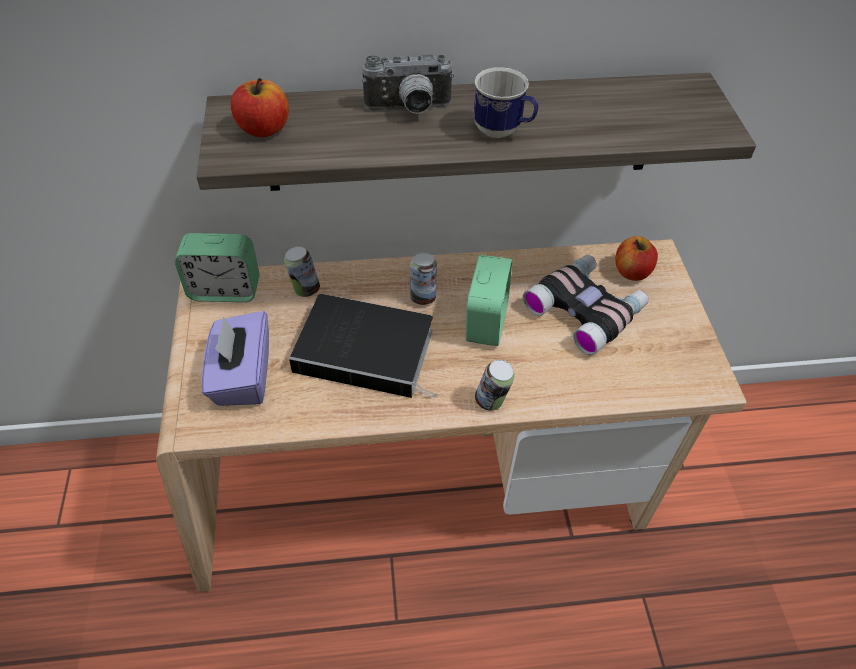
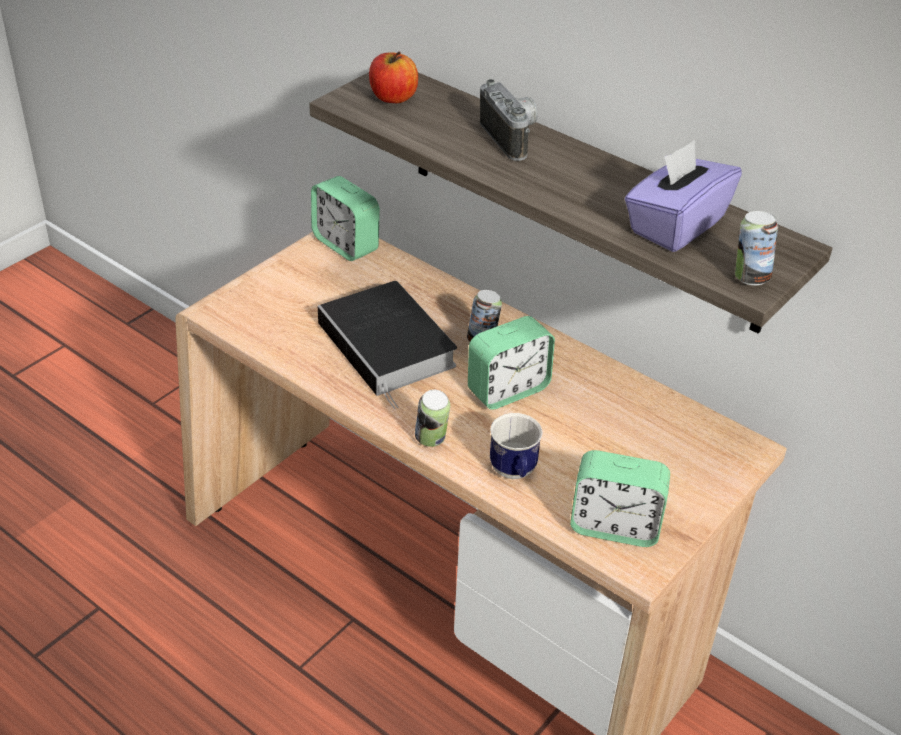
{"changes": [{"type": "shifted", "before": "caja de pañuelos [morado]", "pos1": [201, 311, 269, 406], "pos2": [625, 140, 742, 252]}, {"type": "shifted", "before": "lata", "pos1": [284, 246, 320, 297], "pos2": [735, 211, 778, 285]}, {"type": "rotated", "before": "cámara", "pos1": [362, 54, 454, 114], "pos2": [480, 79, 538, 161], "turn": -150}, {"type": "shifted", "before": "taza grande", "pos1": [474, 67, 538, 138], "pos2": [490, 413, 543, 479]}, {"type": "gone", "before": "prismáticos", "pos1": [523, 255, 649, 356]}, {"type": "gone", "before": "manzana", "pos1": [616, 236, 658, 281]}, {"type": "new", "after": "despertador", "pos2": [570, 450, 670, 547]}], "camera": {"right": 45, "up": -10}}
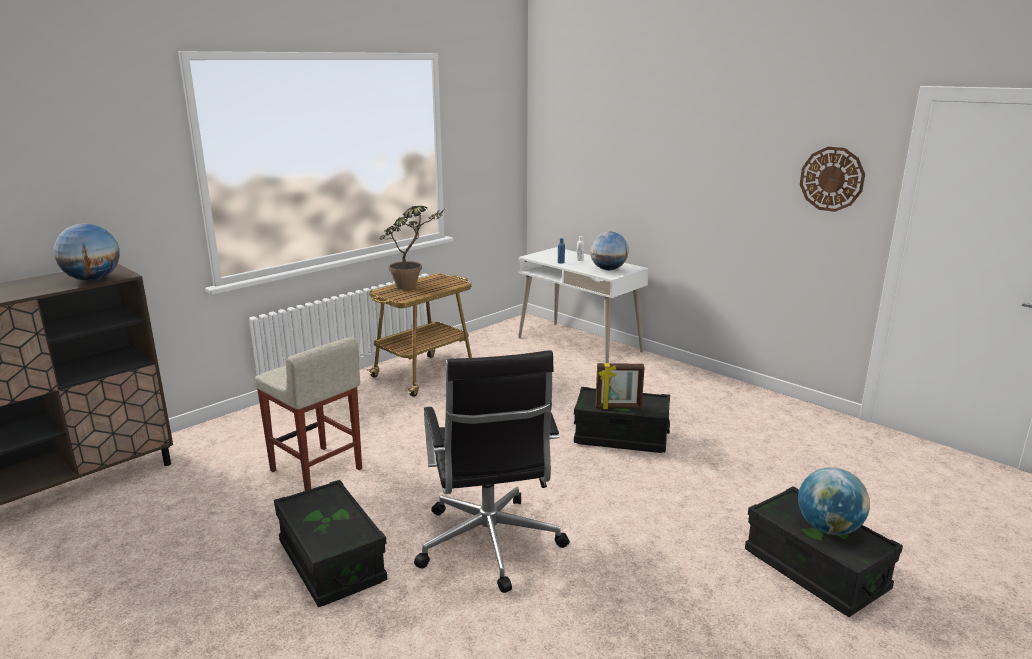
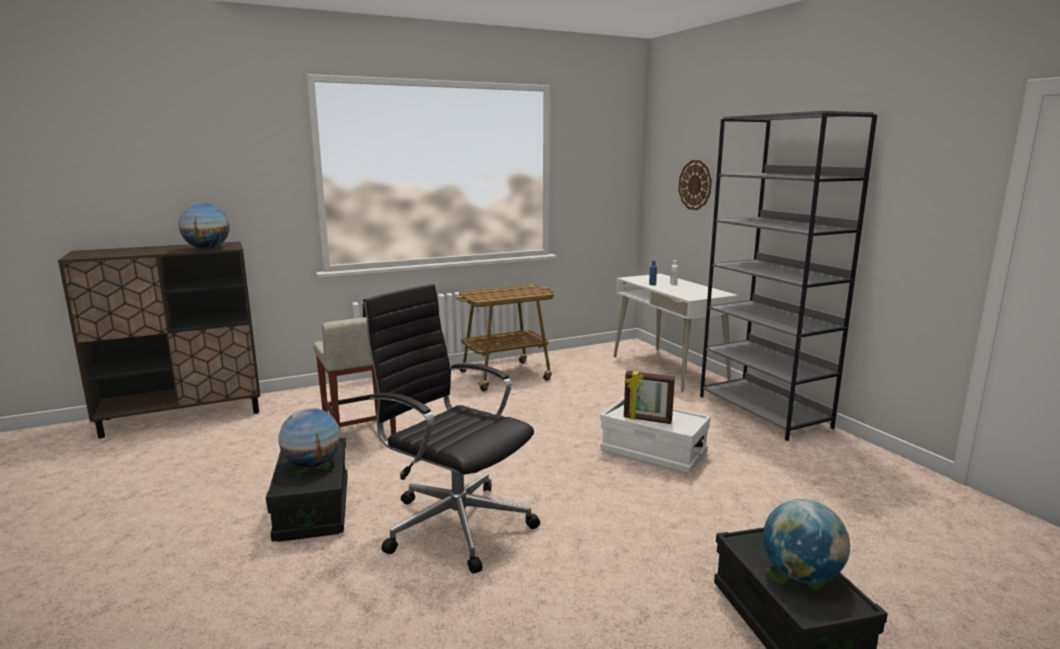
{"changes": [{"type": "gone", "before": "planta en maceta", "pos1": [379, 206, 444, 289]}, {"type": "rotated", "before": "silla de oficina [negro]", "pos1": [414, 350, 570, 593], "pos2": [363, 284, 540, 573], "turn": 120}, {"type": "repainted", "before": "caja de almacenaje [negro]", "after": "caja de almacenaje [blanco]", "pos1": [574, 387, 670, 453], "pos2": [600, 397, 711, 474]}, {"type": "shifted", "before": "globo terráqueo", "pos1": [590, 232, 629, 270], "pos2": [279, 408, 341, 468]}, {"type": "shifted", "before": "reloj de pared", "pos1": [800, 147, 865, 212], "pos2": [679, 160, 712, 210]}, {"type": "new", "after": "estantería [gris]", "pos2": [700, 111, 877, 441]}], "camera": {"right": 20, "up": -5}}
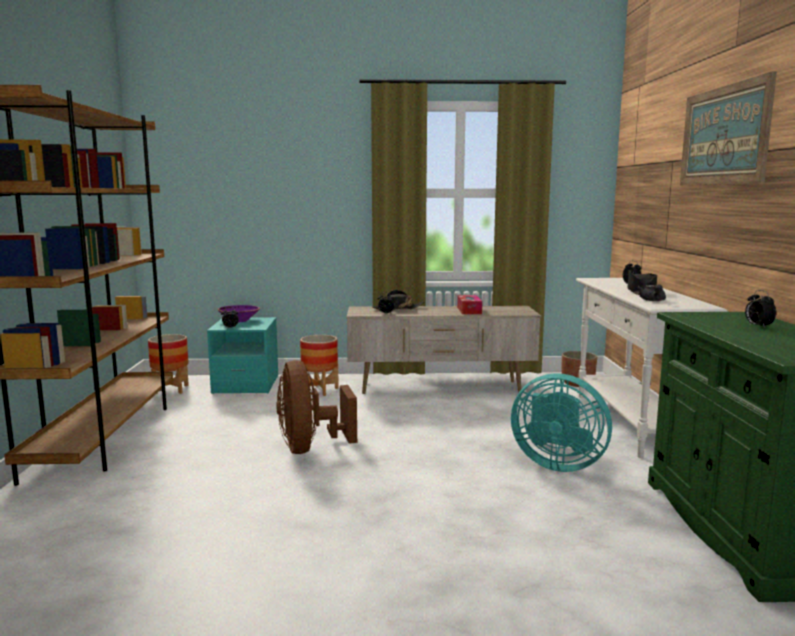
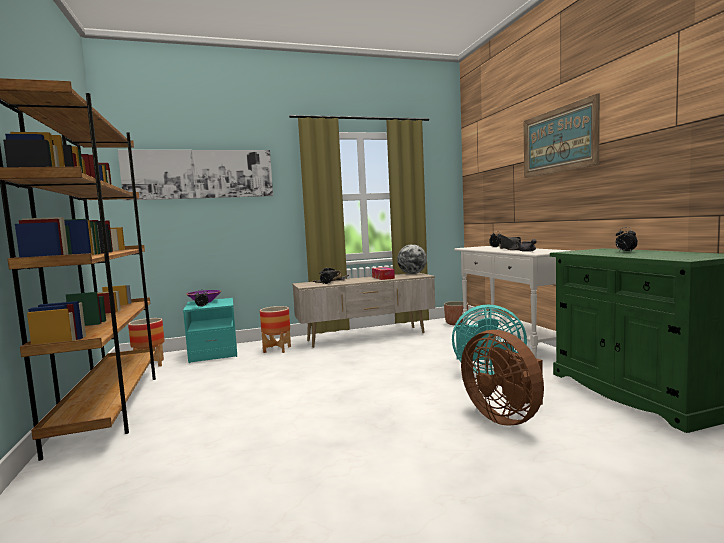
{"changes": [{"type": "shifted", "before": "ventilador [marrón]", "pos1": [276, 360, 357, 454], "pos2": [461, 330, 544, 426]}, {"type": "new", "after": "cuadro", "pos2": [118, 150, 273, 201]}, {"type": "new", "after": "globo terráqueo", "pos2": [397, 244, 427, 274]}], "camera": {"right": -15, "up": -5}}
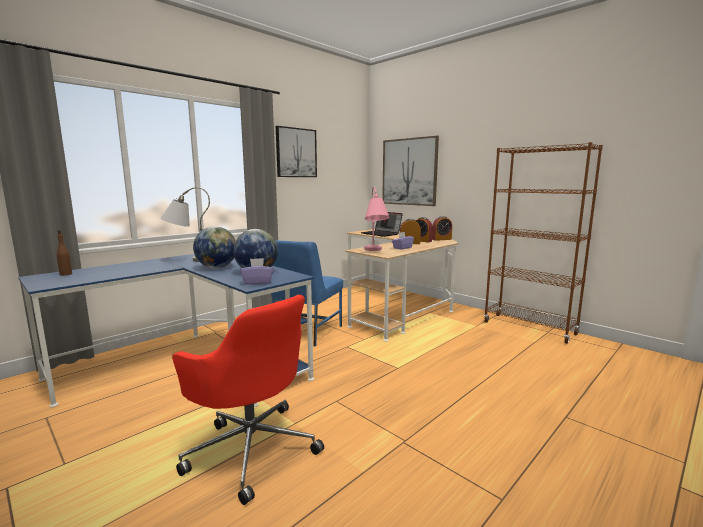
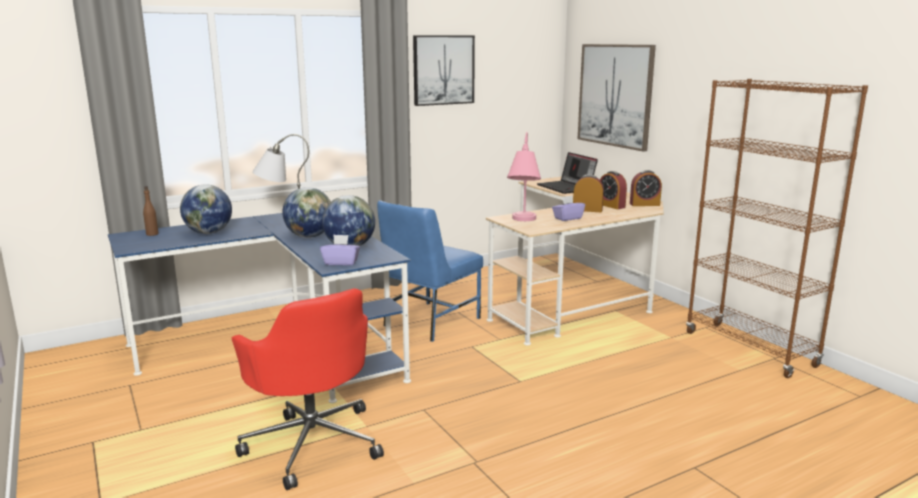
{"changes": [{"type": "new", "after": "globo terráqueo", "pos2": [180, 184, 232, 234]}], "camera": {"right": 15, "up": 5}}
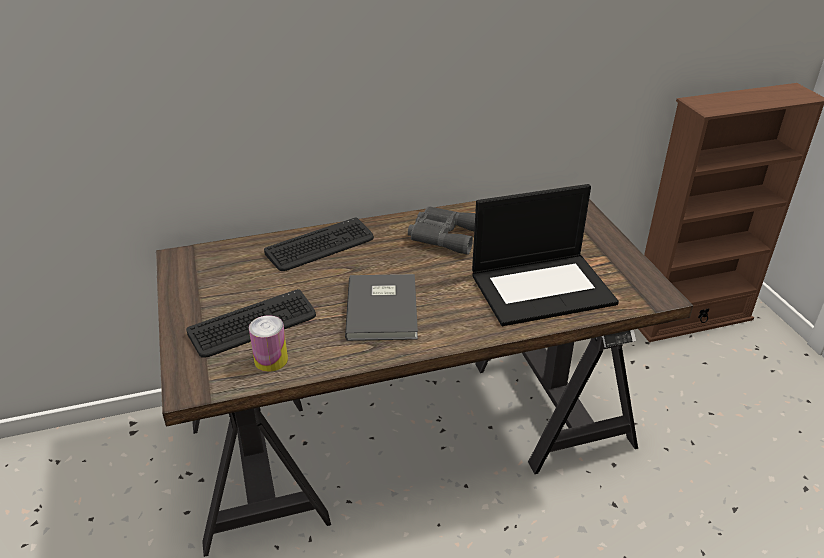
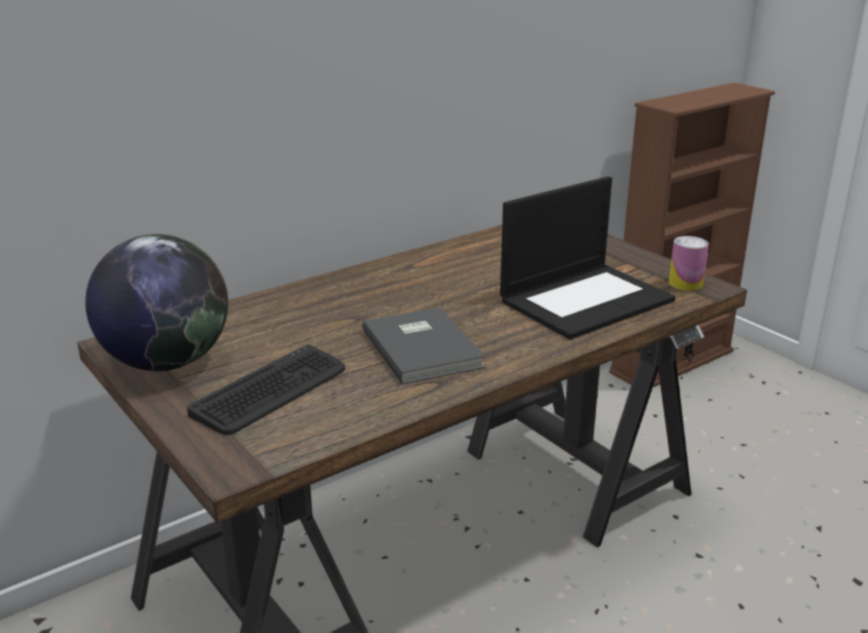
{"changes": [{"type": "shifted", "before": "lata", "pos1": [249, 315, 288, 372], "pos2": [669, 236, 709, 291]}, {"type": "gone", "before": "teclado", "pos1": [264, 218, 374, 271]}, {"type": "gone", "before": "prismáticos [gris]", "pos1": [408, 206, 475, 255]}, {"type": "new", "after": "globo terráqueo", "pos2": [85, 234, 228, 371]}], "camera": {"right": -20, "up": -10}}
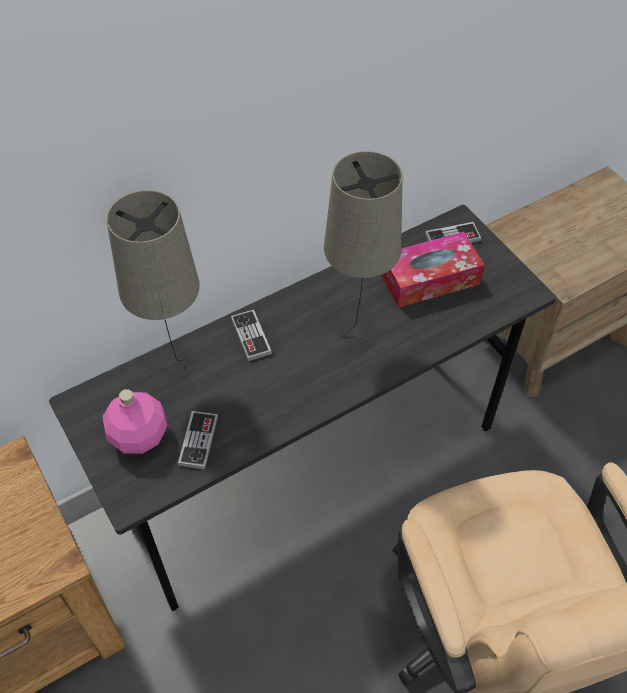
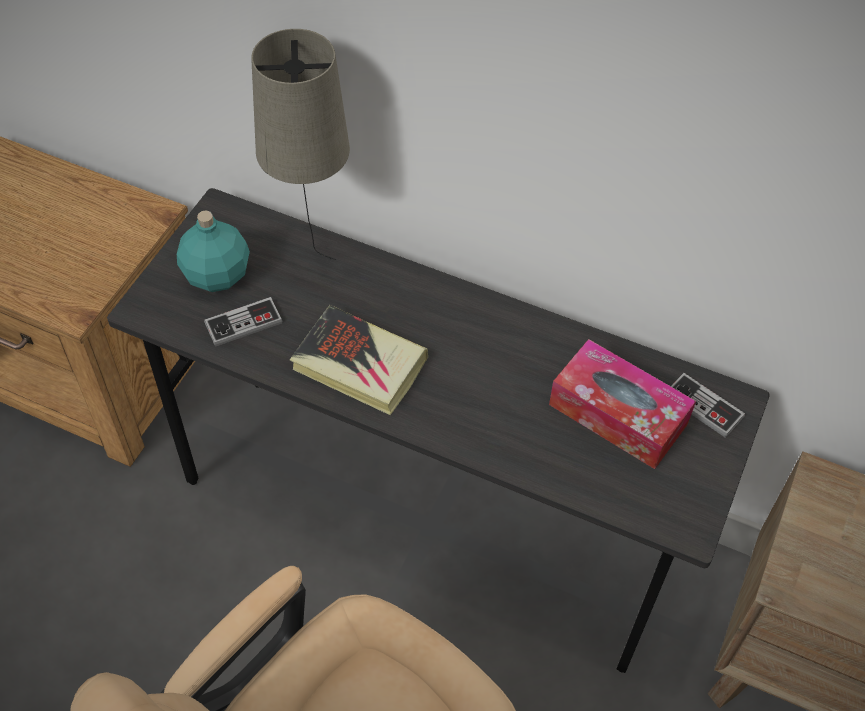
{"changes": [{"type": "repainted", "before": "botella [rosa]", "after": "botella [turquesa]", "pos1": [103, 389, 167, 454], "pos2": [177, 210, 250, 292]}, {"type": "gone", "before": "mando de consola", "pos1": [231, 309, 272, 361]}, {"type": "gone", "before": "lámpara de mesa [beis]", "pos1": [324, 151, 403, 337]}, {"type": "new", "after": "libro", "pos2": [290, 305, 428, 415]}], "camera": {"right": 55, "up": 0}}
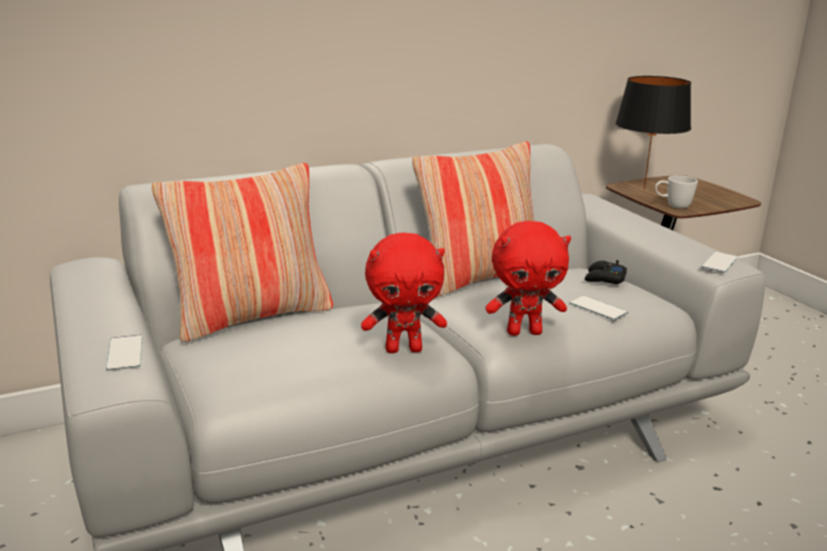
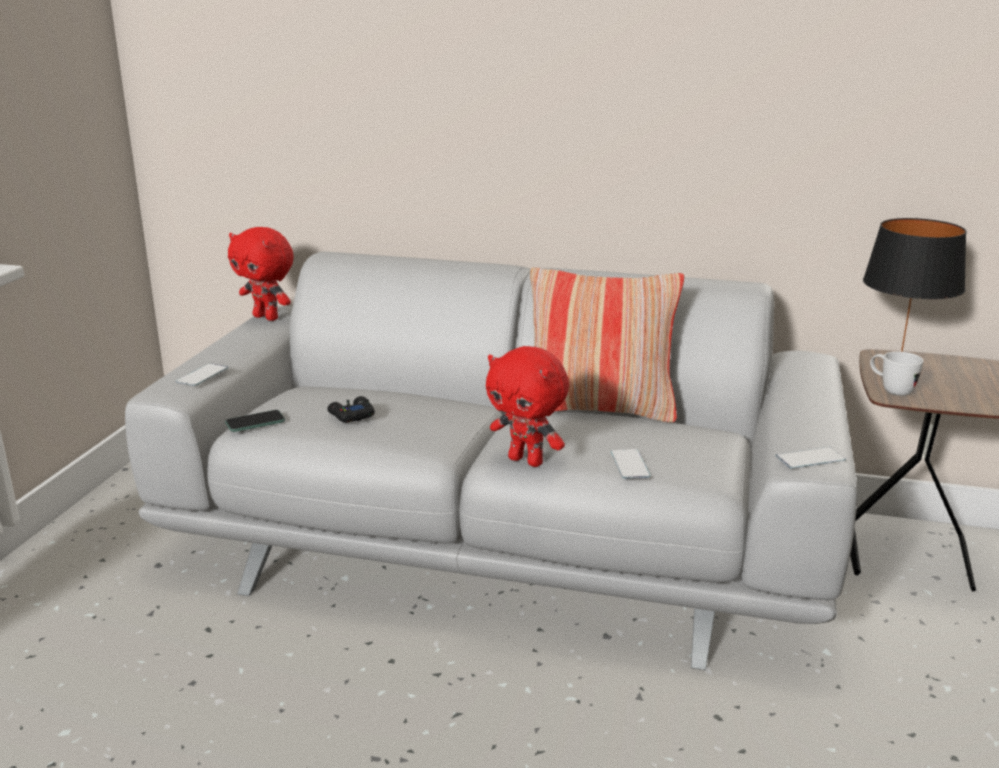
{"changes": [{"type": "gone", "before": "cojín", "pos1": [152, 163, 333, 343]}, {"type": "shifted", "before": "peluche [rojo]", "pos1": [361, 232, 447, 353], "pos2": [228, 227, 294, 321]}, {"type": "shifted", "before": "mando de consola [negro]", "pos1": [585, 260, 627, 284], "pos2": [327, 396, 375, 423]}, {"type": "new", "after": "móvil", "pos2": [225, 410, 285, 432]}], "camera": {"right": 40, "up": 0}}
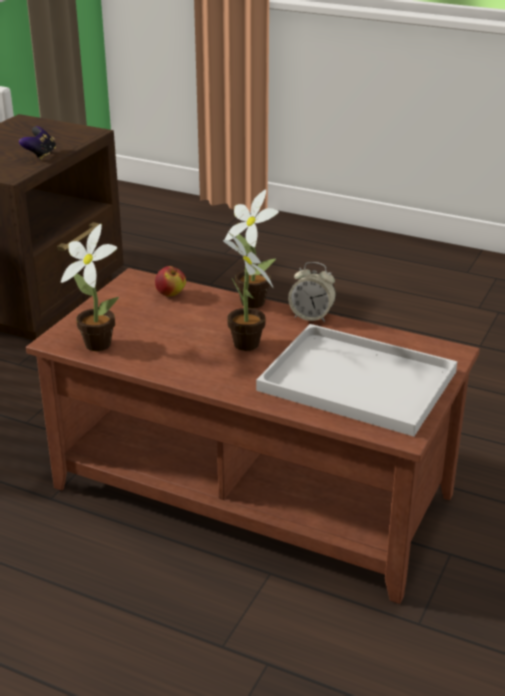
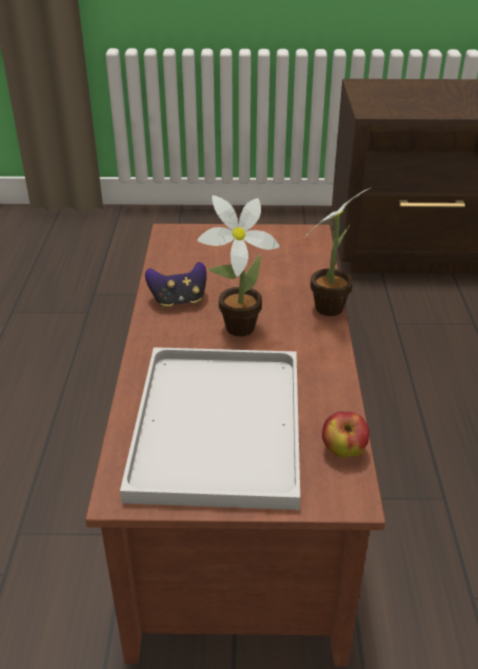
{"changes": [{"type": "shifted", "before": "mando de consola", "pos1": [19, 126, 56, 160], "pos2": [145, 262, 206, 308]}, {"type": "gone", "before": "planta en maceta", "pos1": [61, 224, 119, 351]}, {"type": "shifted", "before": "manzana", "pos1": [155, 266, 186, 297], "pos2": [322, 411, 369, 458]}, {"type": "gone", "before": "despertador", "pos1": [288, 262, 336, 322]}], "camera": {"right": 65, "up": 5}}
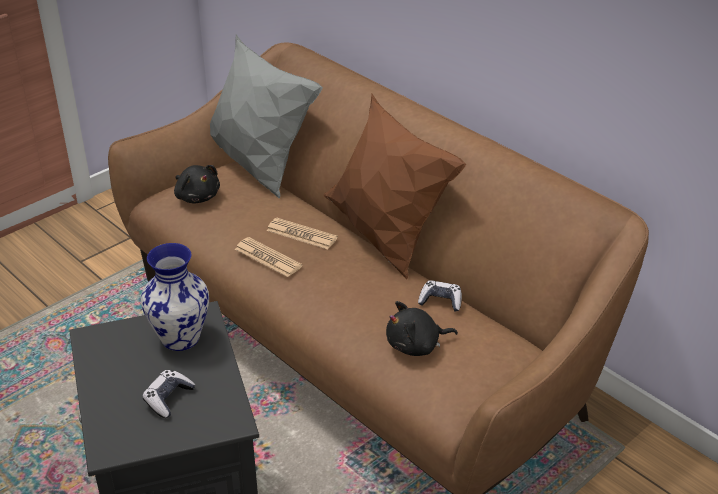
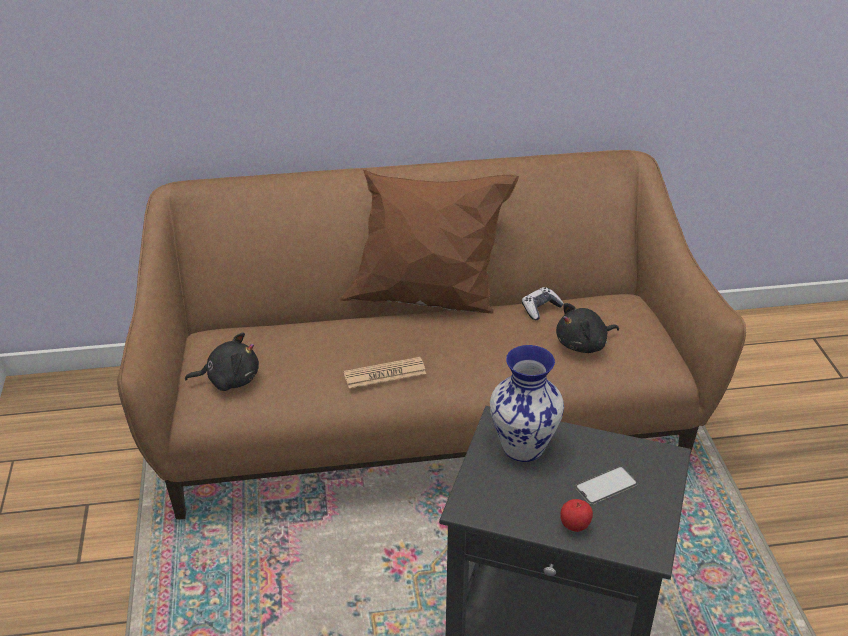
{"changes": [{"type": "swapped", "before": "mando de consola", "after": "móvil", "pos1": [142, 370, 196, 418], "pos2": [575, 466, 638, 505]}, {"type": "gone", "before": "cojín [gris]", "pos1": [210, 35, 323, 199]}, {"type": "gone", "before": "periódico", "pos1": [267, 218, 338, 250]}, {"type": "rotated", "before": "peluche [negro]", "pos1": [386, 301, 458, 356], "pos2": [556, 303, 619, 353], "turn": 45}, {"type": "new", "after": "manzana", "pos2": [560, 499, 593, 532]}], "camera": {"right": -55, "up": 0}}
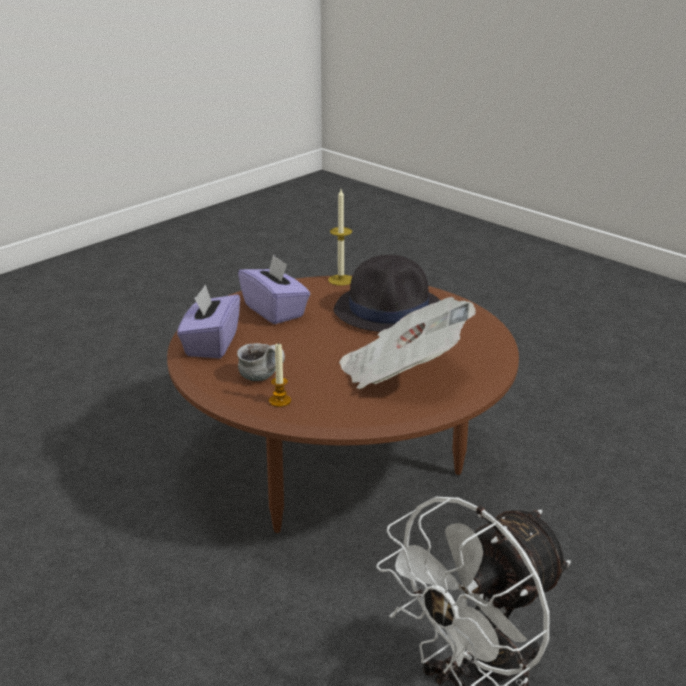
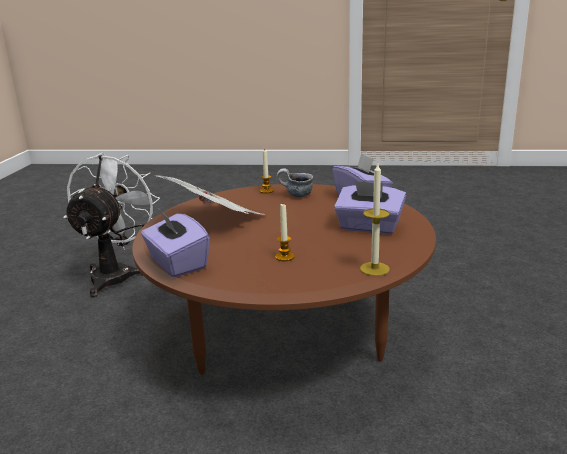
{"changes": [{"type": "swapped", "before": "sombrero [negro]", "after": "vela", "pos1": [334, 255, 440, 332], "pos2": [275, 204, 295, 261]}, {"type": "new", "after": "caja de pañuelos [morado]", "pos2": [141, 209, 210, 278]}], "camera": {"right": 145, "up": -5}}
